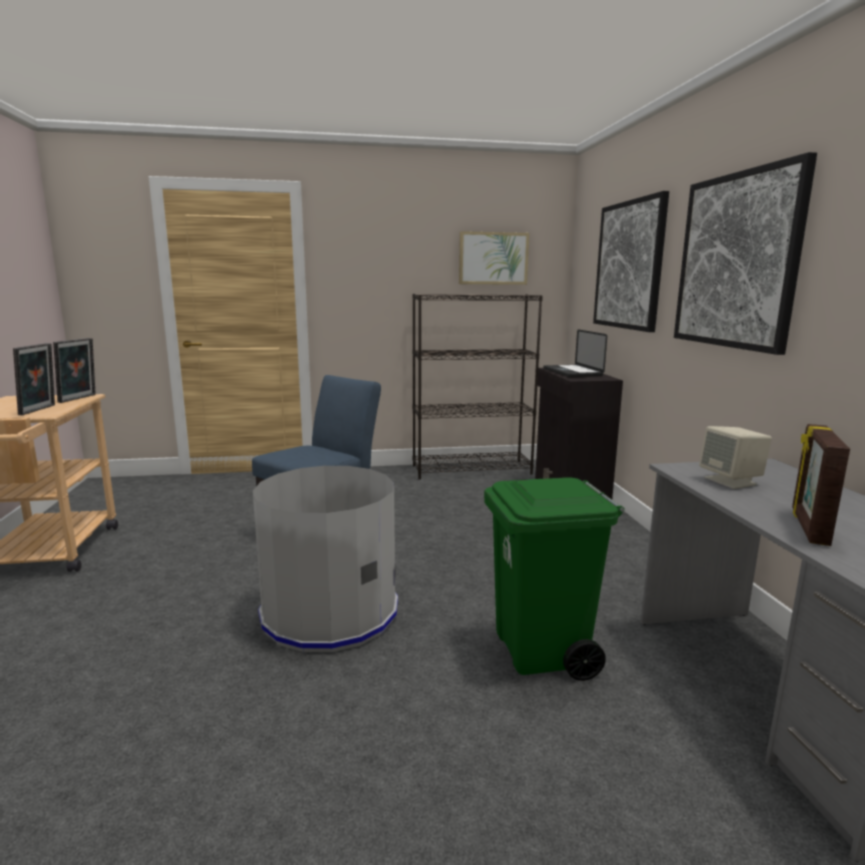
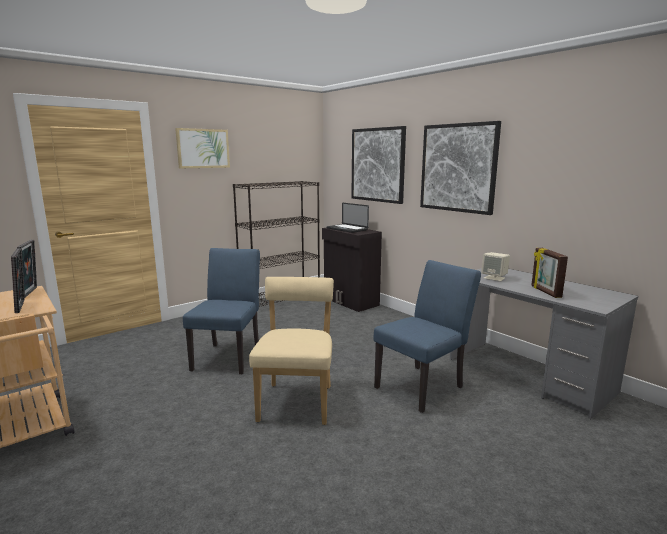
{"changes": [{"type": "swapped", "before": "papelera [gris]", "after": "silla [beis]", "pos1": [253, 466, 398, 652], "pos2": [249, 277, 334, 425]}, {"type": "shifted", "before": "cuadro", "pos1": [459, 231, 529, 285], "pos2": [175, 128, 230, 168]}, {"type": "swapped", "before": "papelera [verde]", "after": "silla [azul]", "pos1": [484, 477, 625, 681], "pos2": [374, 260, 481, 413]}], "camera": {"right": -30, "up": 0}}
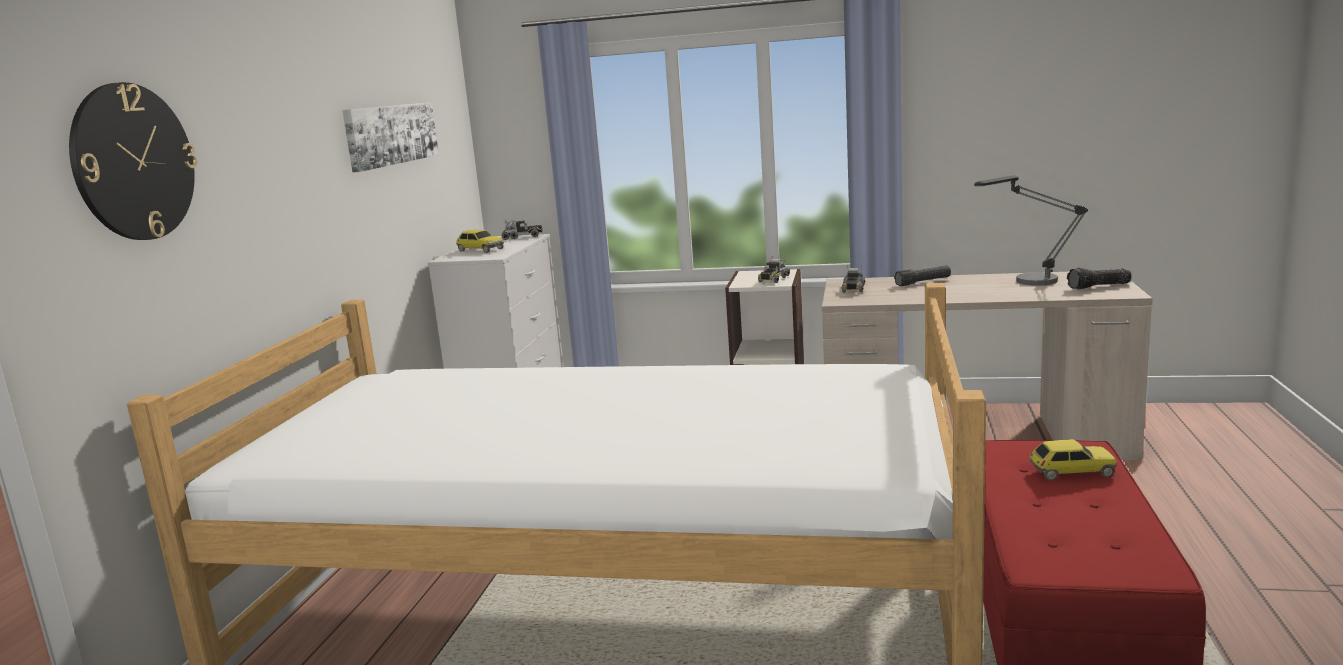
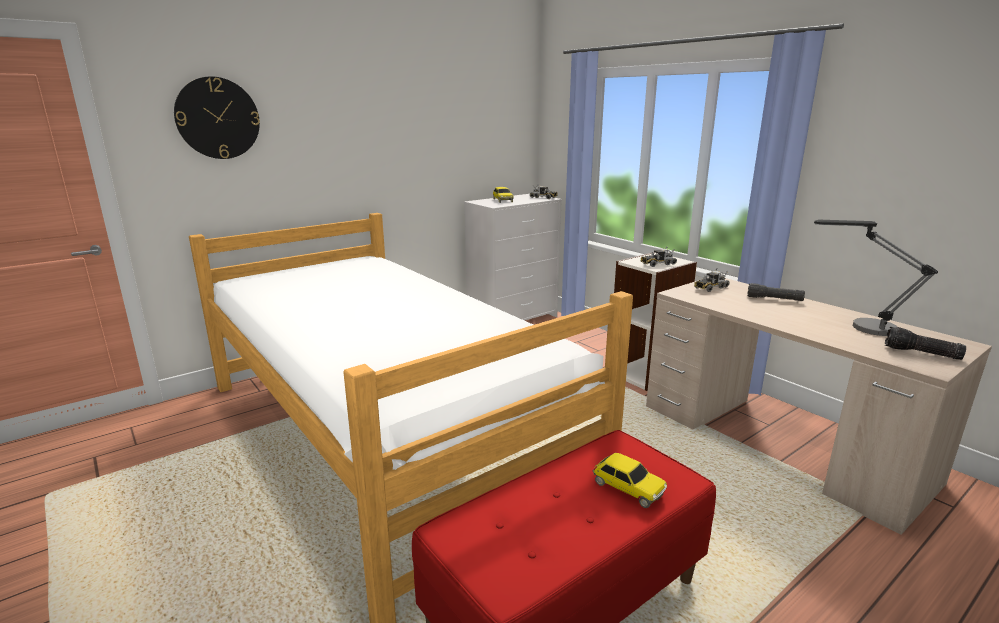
{"changes": [{"type": "gone", "before": "cuadro", "pos1": [342, 102, 439, 172]}], "camera": {"right": 40, "up": 5}}
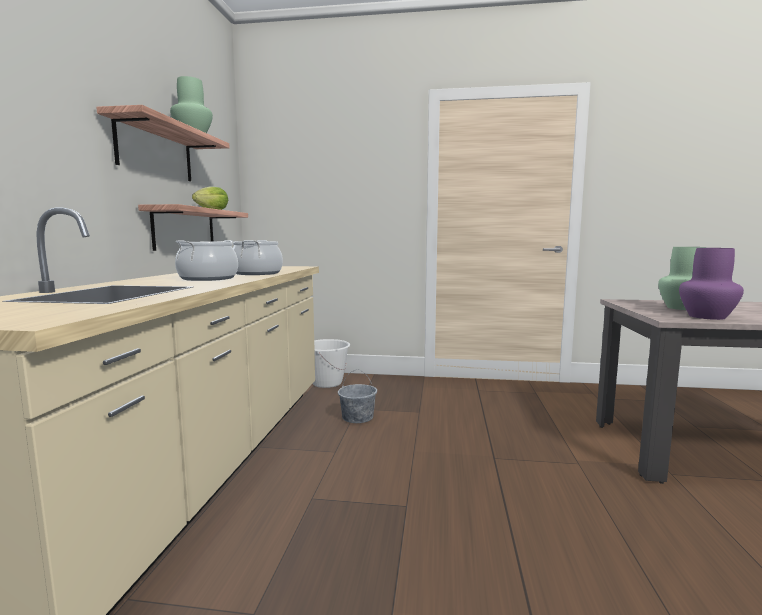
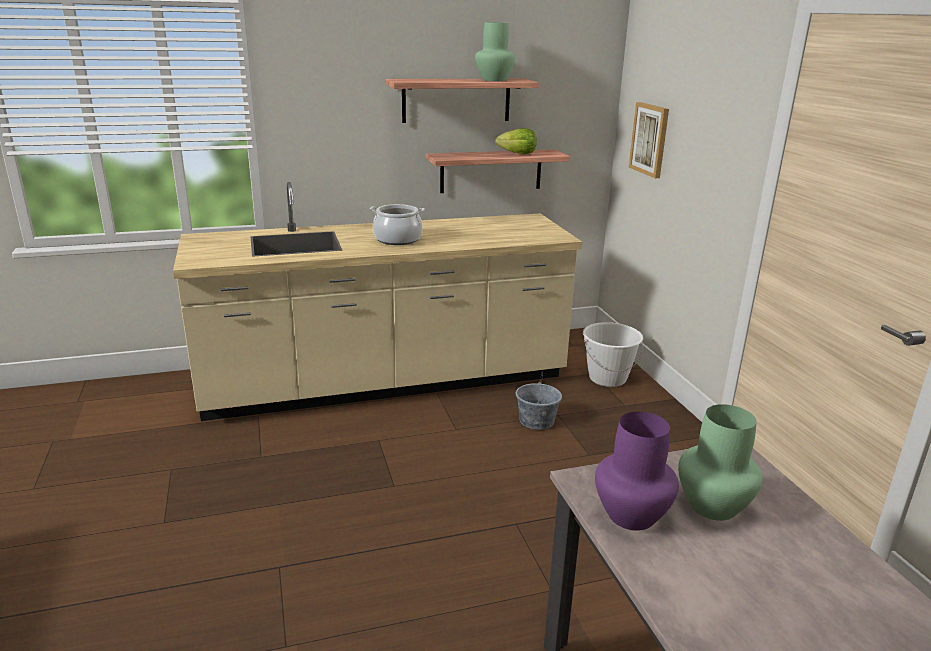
{"changes": [{"type": "gone", "before": "olla", "pos1": [233, 240, 283, 275]}, {"type": "new", "after": "cuadro", "pos2": [629, 102, 669, 178]}], "camera": {"right": 65, "up": 15}}
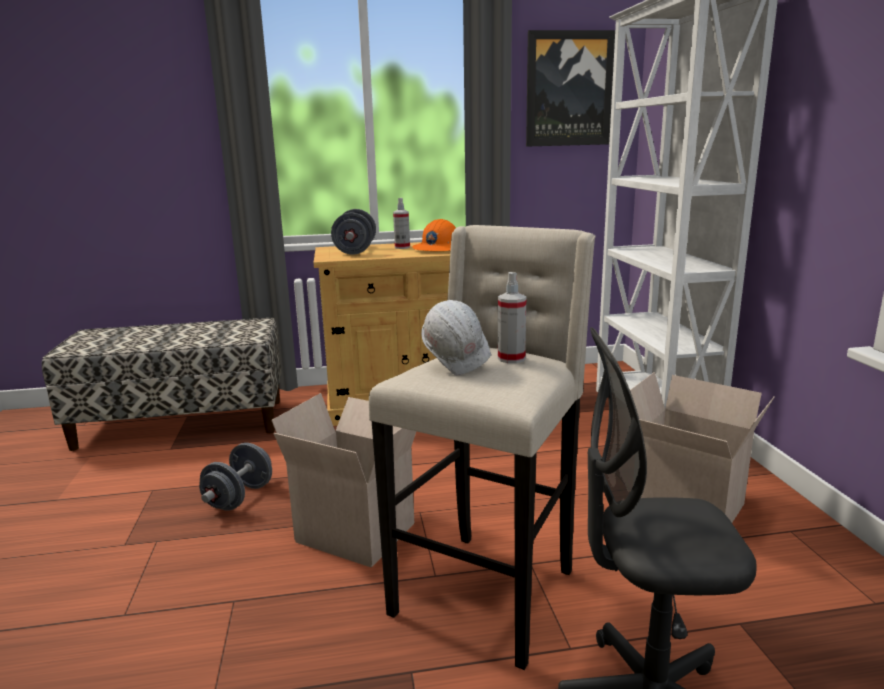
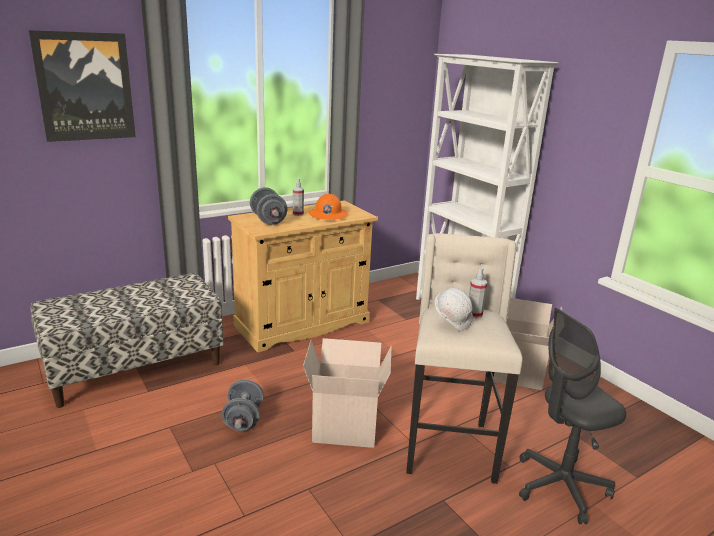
{"changes": [{"type": "shifted", "before": "cuadro", "pos1": [526, 30, 615, 147], "pos2": [29, 30, 136, 142]}], "camera": {"right": -25, "up": 5}}
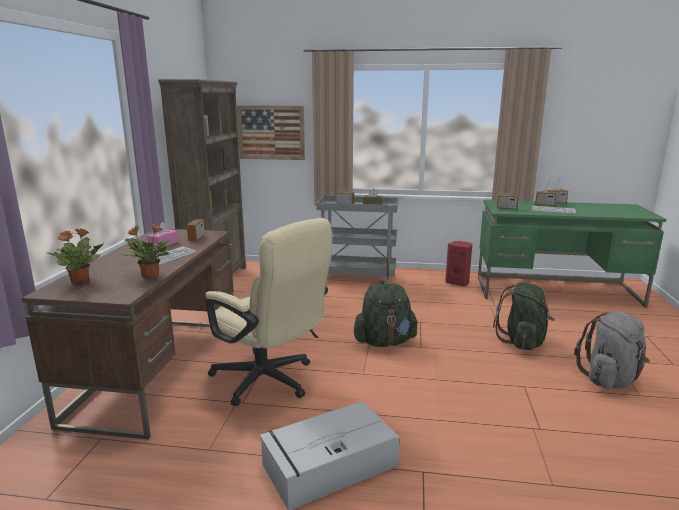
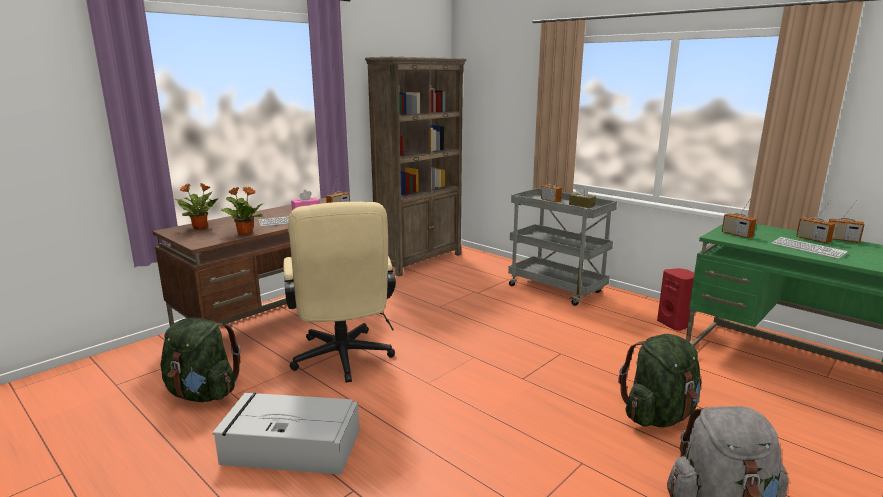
{"changes": [{"type": "gone", "before": "cuadro", "pos1": [237, 105, 305, 160]}, {"type": "shifted", "before": "mochila [verde]", "pos1": [354, 284, 418, 347], "pos2": [160, 317, 241, 402]}], "camera": {"right": 35, "up": 0}}
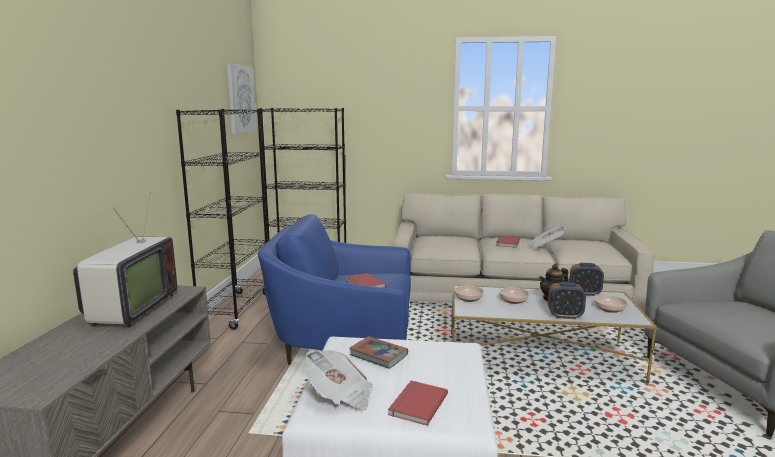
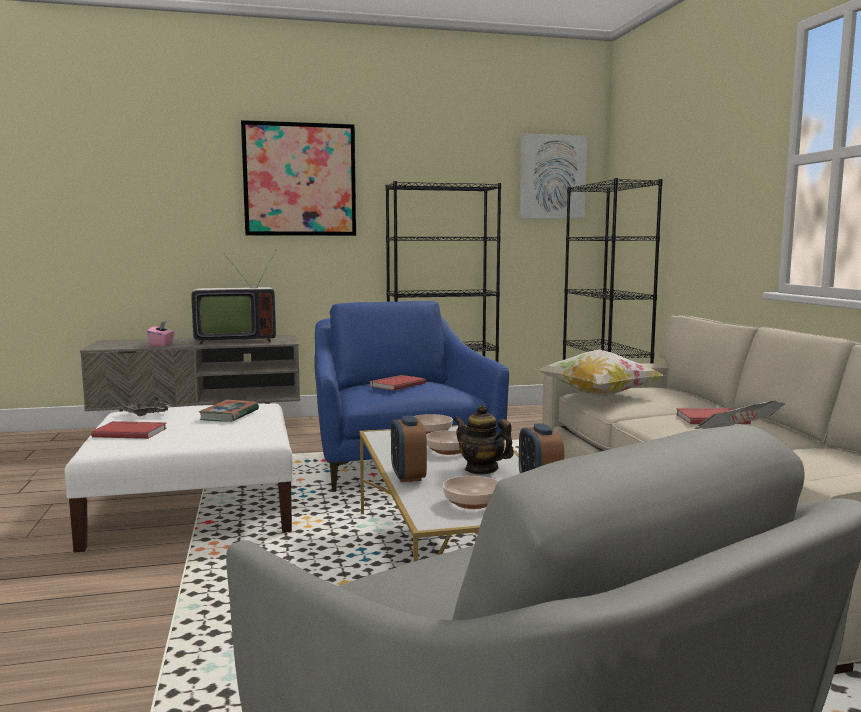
{"changes": [{"type": "swapped", "before": "periódico", "after": "bandeja [gris]", "pos1": [303, 350, 373, 411], "pos2": [120, 396, 171, 416]}, {"type": "new", "after": "caja de pañuelos [rosa]", "pos2": [147, 321, 175, 346]}, {"type": "new", "after": "cuadro", "pos2": [241, 120, 356, 236]}, {"type": "new", "after": "cojín", "pos2": [539, 350, 666, 396]}], "camera": {"right": 70, "up": -5}}
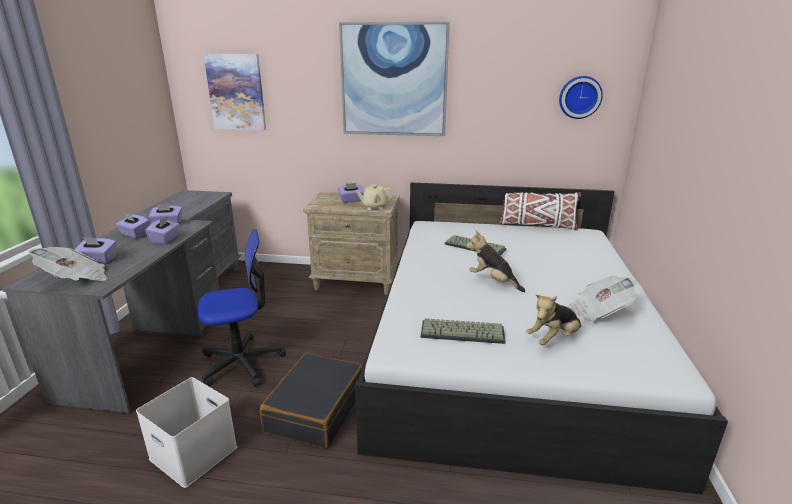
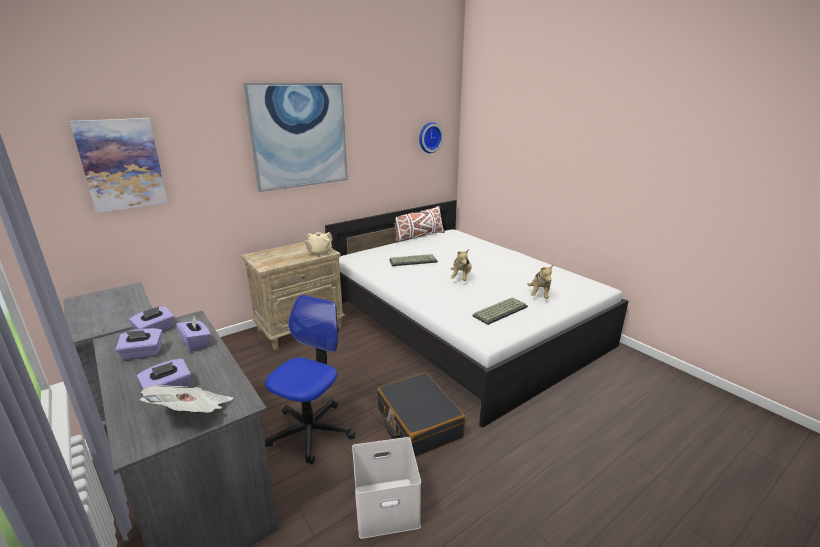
{"changes": [{"type": "gone", "before": "caja de pañuelos [morado]", "pos1": [338, 183, 364, 203]}, {"type": "rotated", "before": "peluche", "pos1": [466, 230, 525, 292], "pos2": [450, 249, 472, 281], "turn": -75}, {"type": "gone", "before": "periódico", "pos1": [567, 276, 637, 321]}], "camera": {"right": -45, "up": 0}}
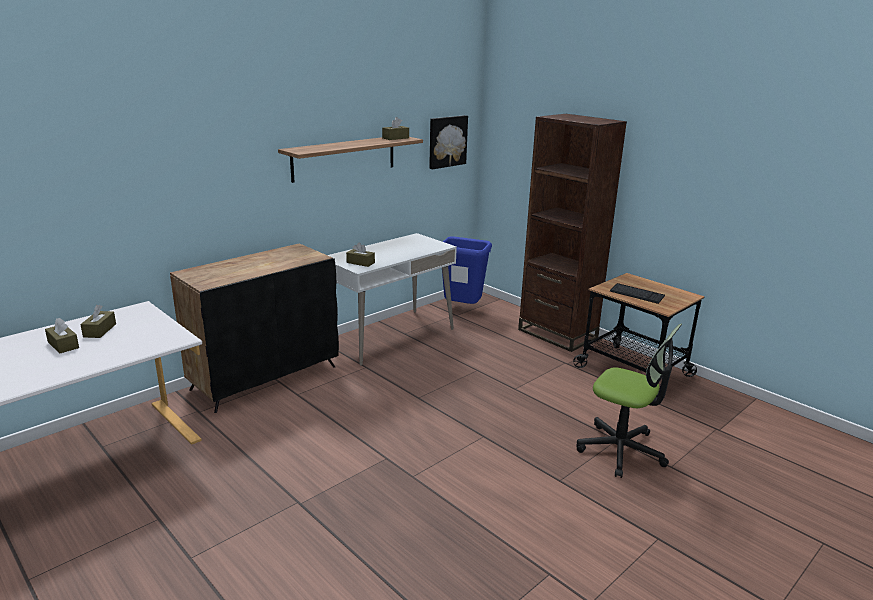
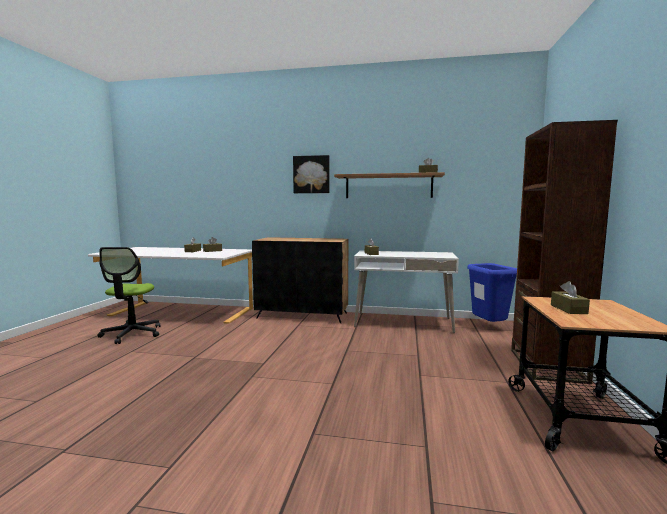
{"changes": [{"type": "shifted", "before": "cuadro", "pos1": [429, 115, 468, 169], "pos2": [293, 155, 330, 193]}, {"type": "shifted", "before": "silla de oficina", "pos1": [577, 324, 682, 478], "pos2": [97, 247, 161, 344]}, {"type": "swapped", "before": "teclado", "after": "caja de pañuelos [marrón]", "pos1": [610, 283, 665, 304], "pos2": [551, 281, 590, 314]}], "camera": {"right": 55, "up": -15}}
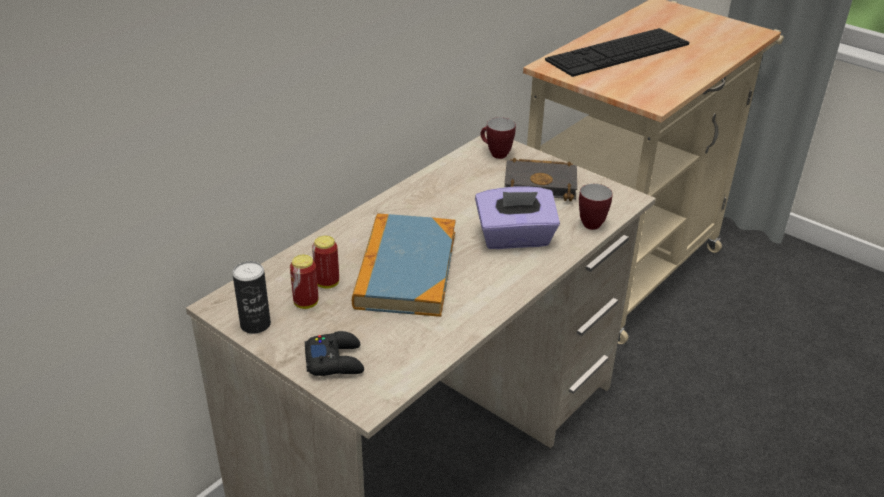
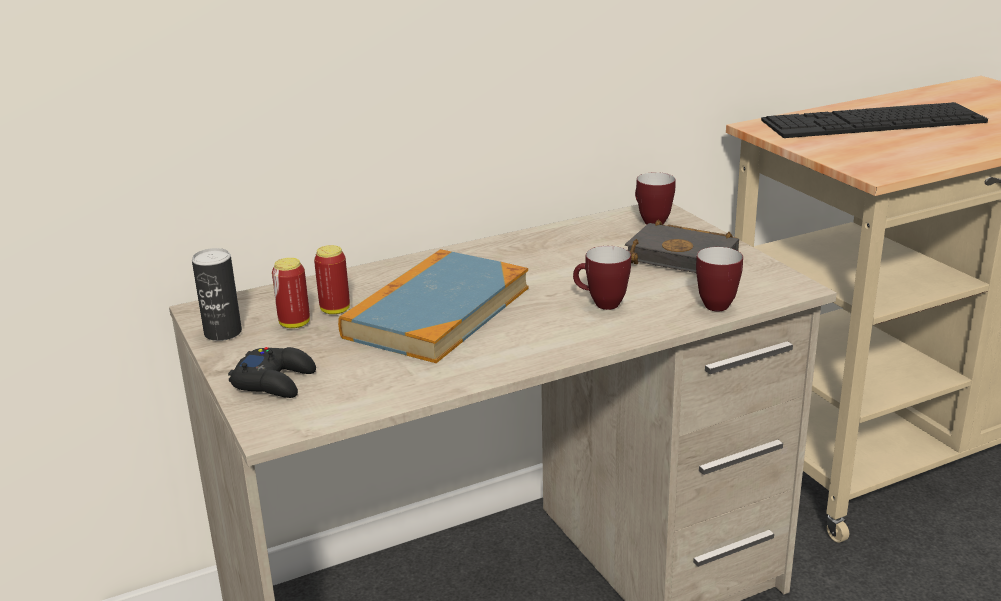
{"changes": [{"type": "swapped", "before": "caja de pañuelos [morado]", "after": "taza grande", "pos1": [475, 186, 560, 249], "pos2": [573, 246, 631, 310]}], "camera": {"right": 25, "up": -10}}
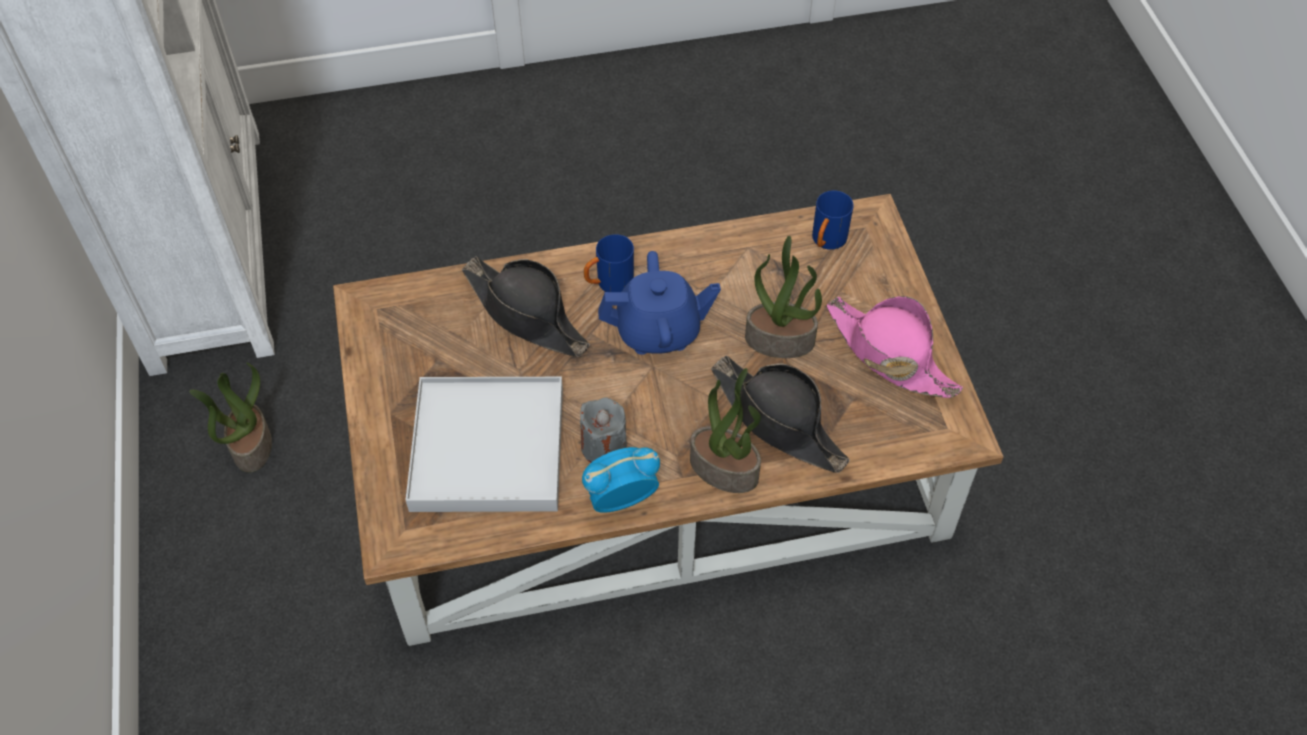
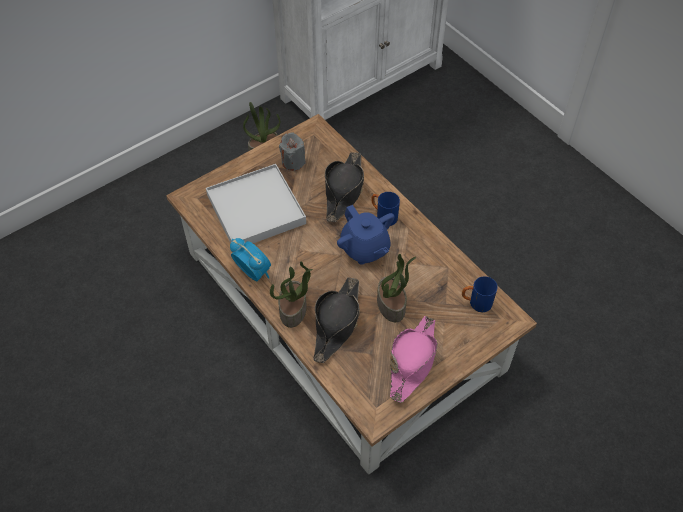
{"changes": [{"type": "shifted", "before": "vela [gris]", "pos1": [580, 397, 627, 462], "pos2": [279, 132, 306, 171]}], "camera": {"right": 65, "up": 0}}
